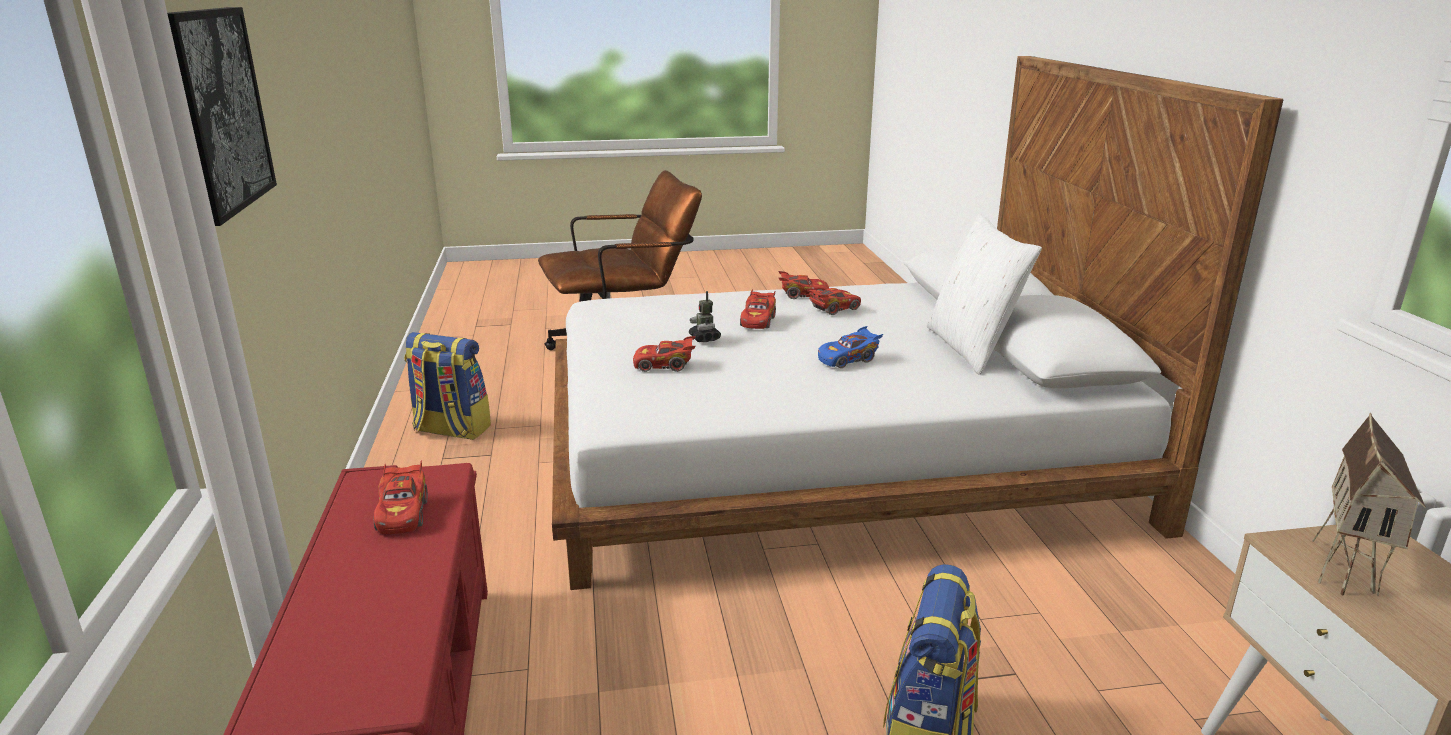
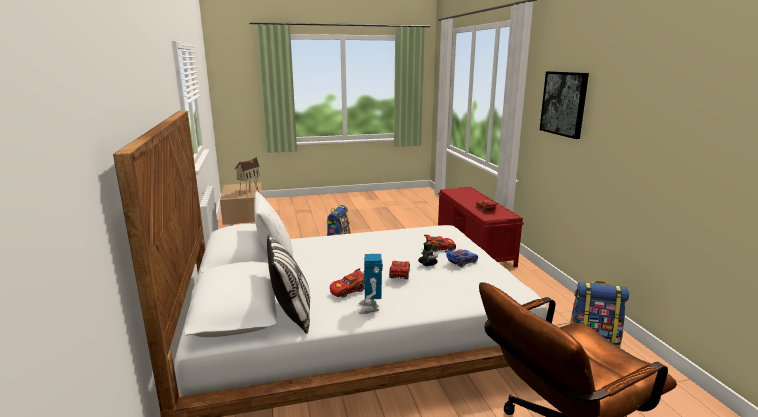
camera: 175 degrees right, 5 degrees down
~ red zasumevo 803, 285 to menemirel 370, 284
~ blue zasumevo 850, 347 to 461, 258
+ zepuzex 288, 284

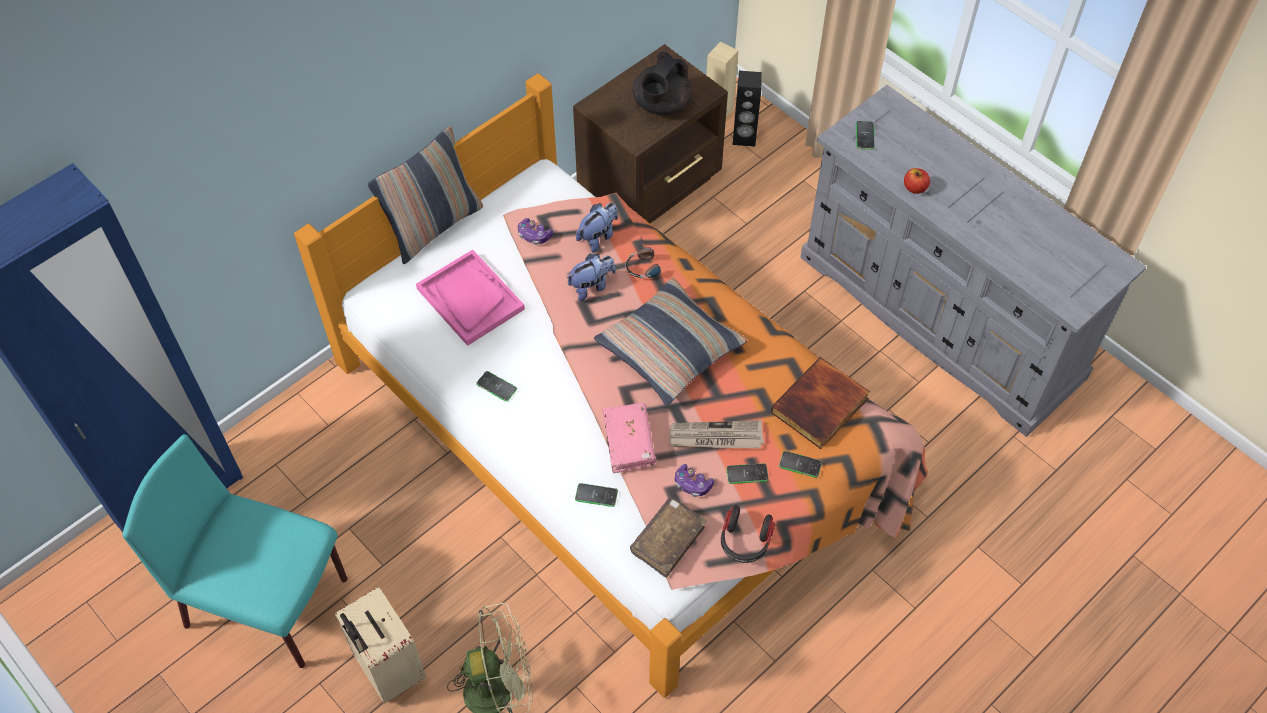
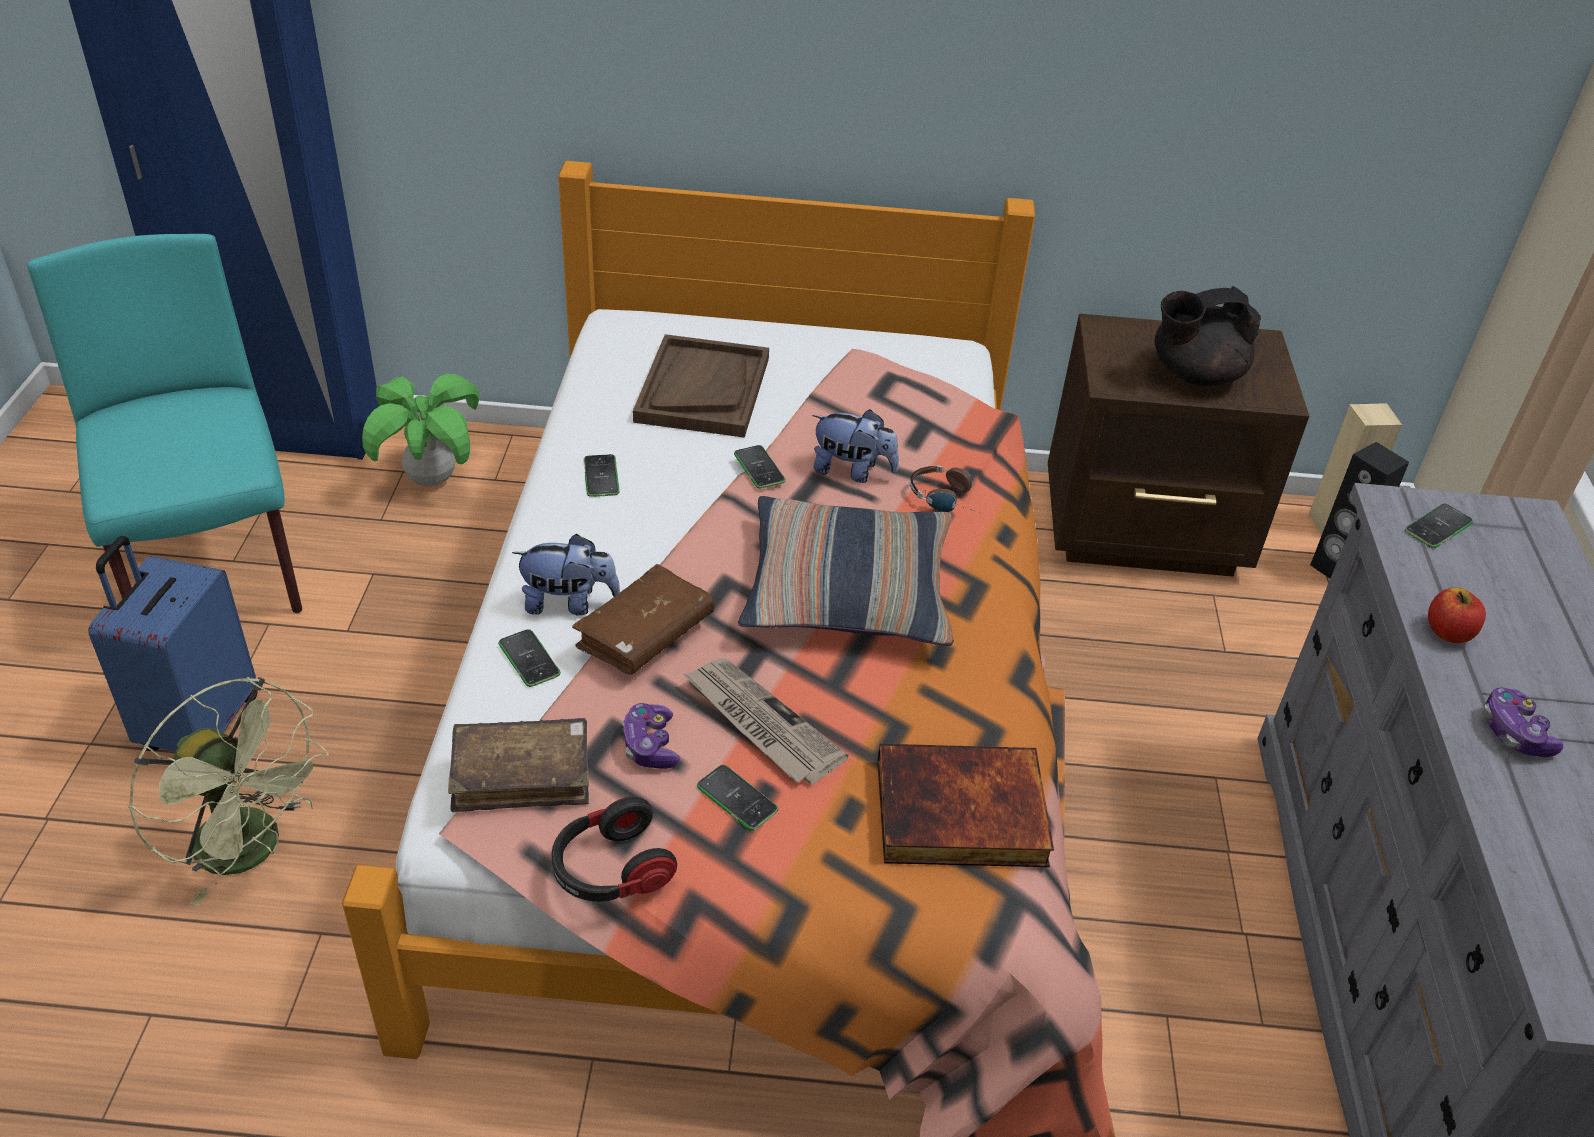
camera: 45 degrees right, 15 degrees down
~ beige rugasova 380, 645 to blue rugasova 173, 644
- zepuzex 425, 195
~ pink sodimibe 470, 298 to brown sodimibe 701, 386
~ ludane 535, 231 to 1522, 722
~ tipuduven 597, 228 to 566, 575
~ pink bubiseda 629, 438 to brown bubiseda 643, 619
~ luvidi 800, 464 to 760, 467
+ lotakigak 421, 430

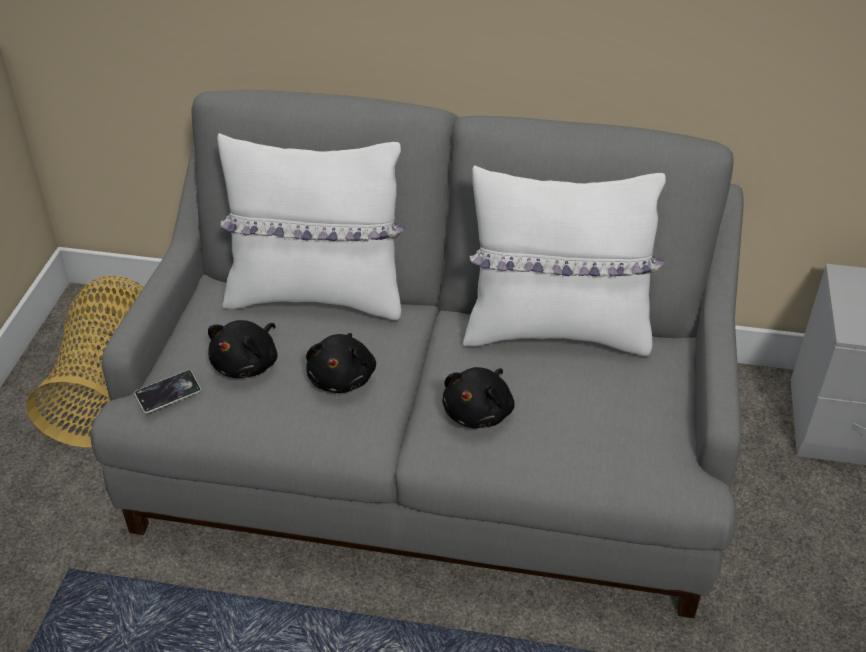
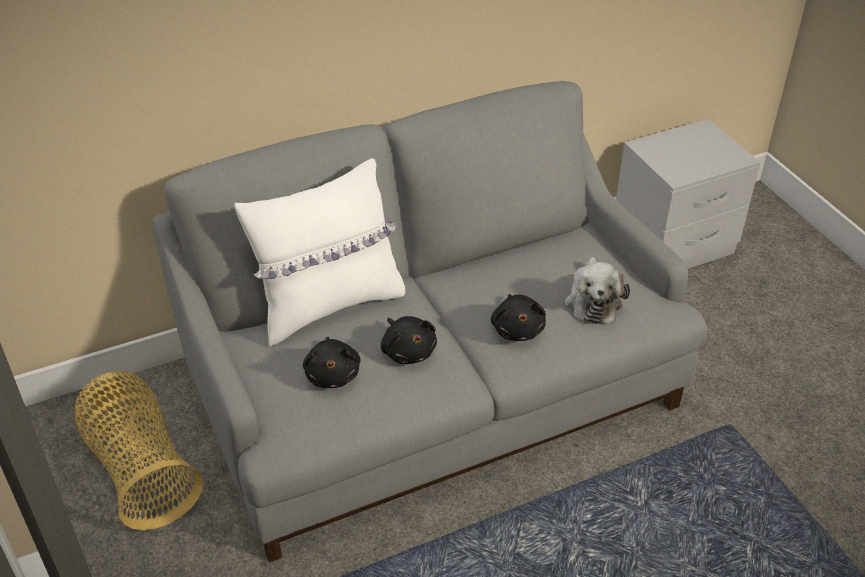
camera: 35 degrees left, 0 degrees up
- luvidi 168, 391
- white zepuzex 564, 260
+ tipuduven 597, 290

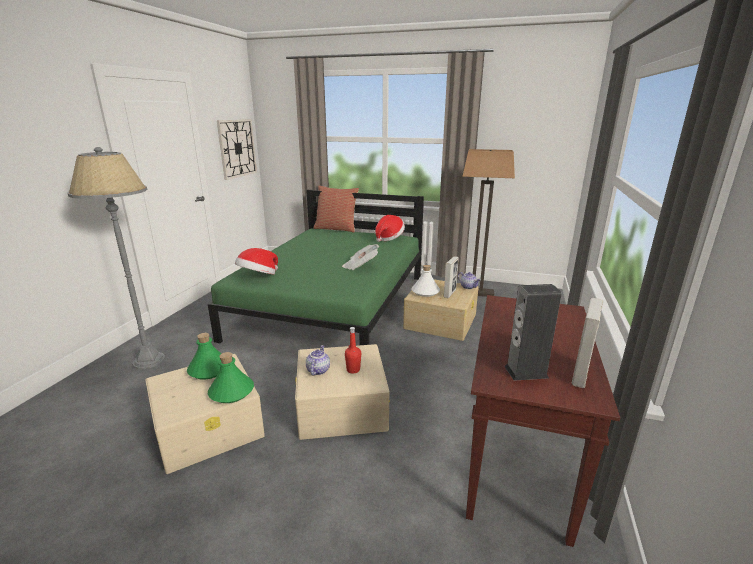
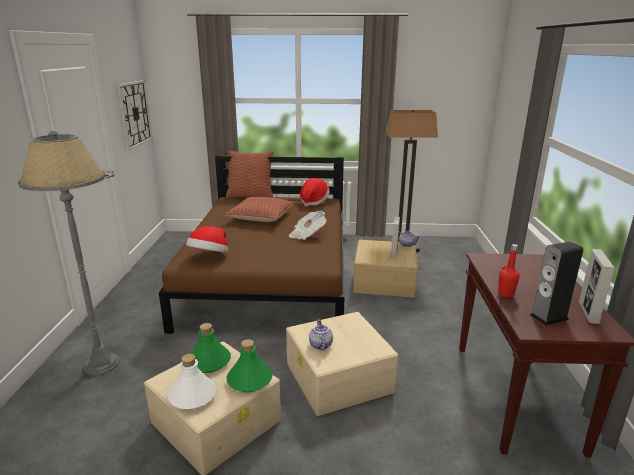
camera: 15 degrees left, 0 degrees up
~ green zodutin 316, 267 to brown zodutin 251, 245
~ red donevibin 353, 350 to 509, 271
~ white donevibin 425, 281 to 192, 382
+ zepuzex 259, 209

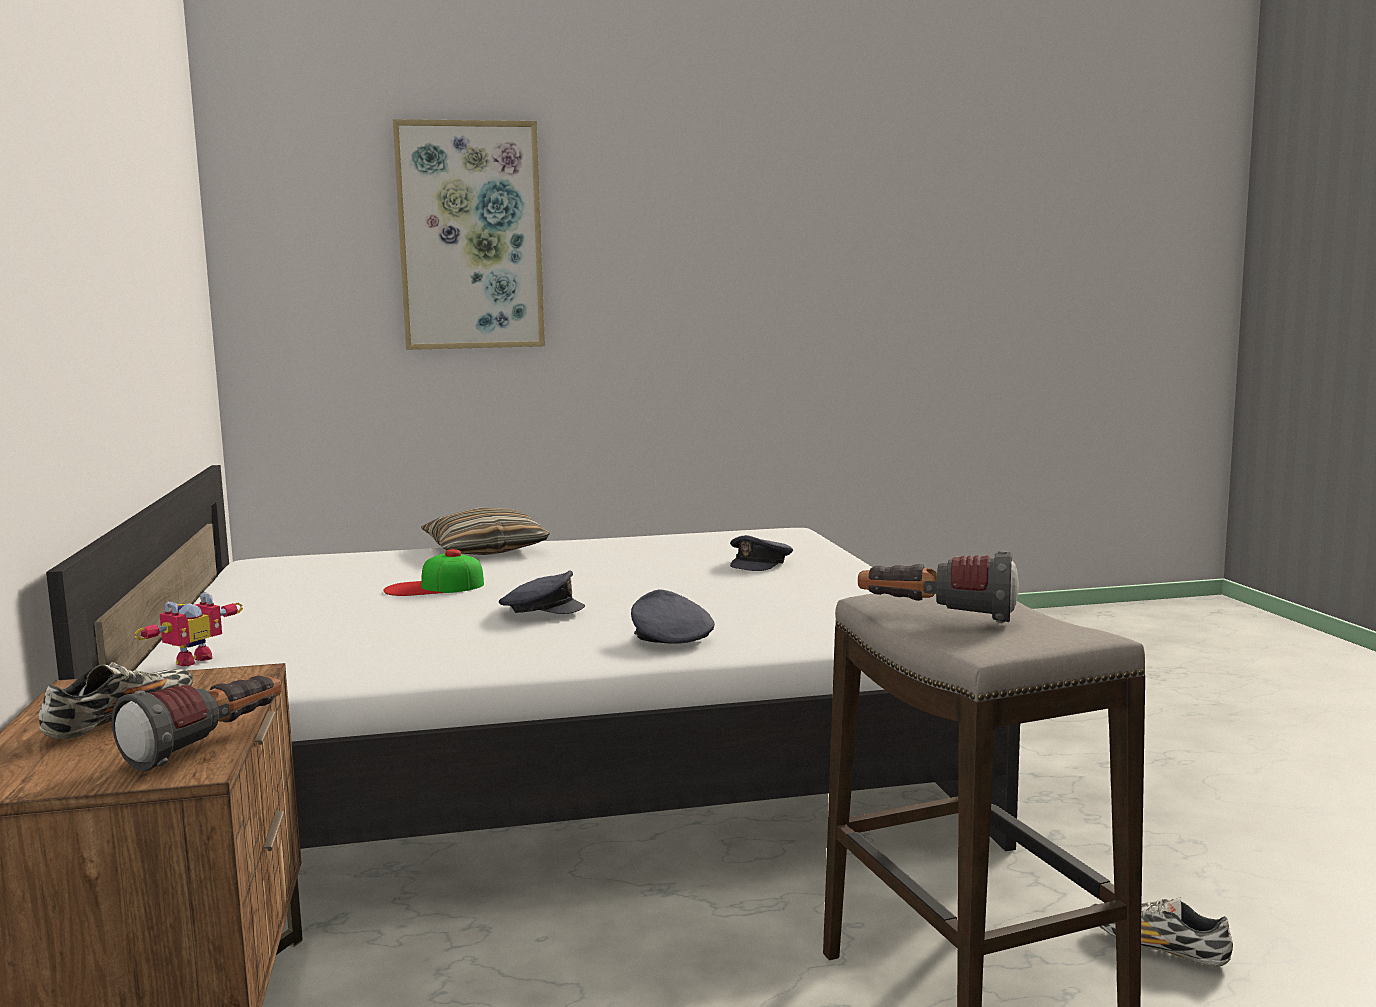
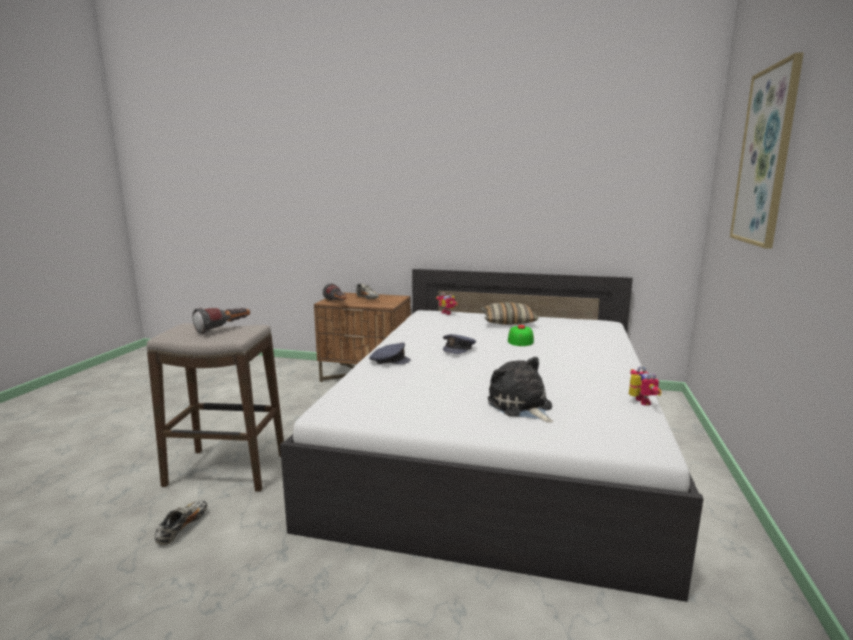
camera: 115 degrees right, 5 degrees up
~ zepuzex 485, 531 to 510, 313
~ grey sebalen 761, 553 to tipuduven 520, 390
~ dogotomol 1162, 932 = 181, 522 45 degrees counterclockwise
+ menemirel 645, 385

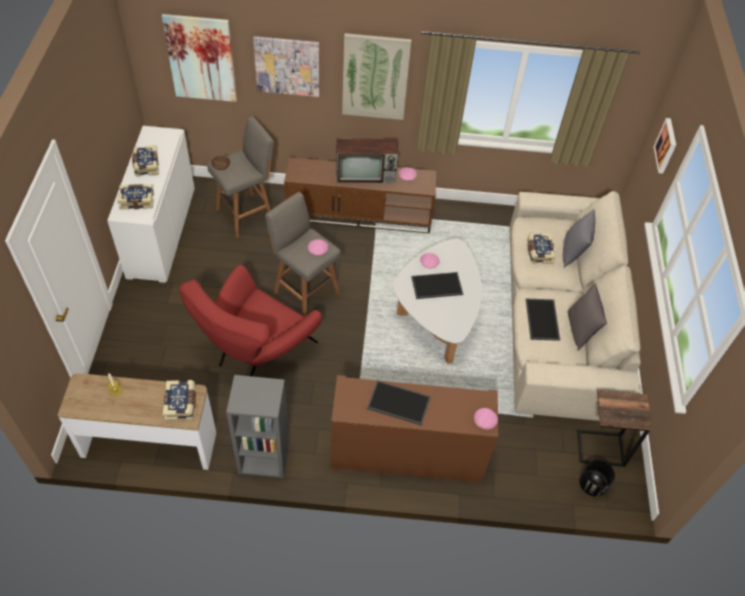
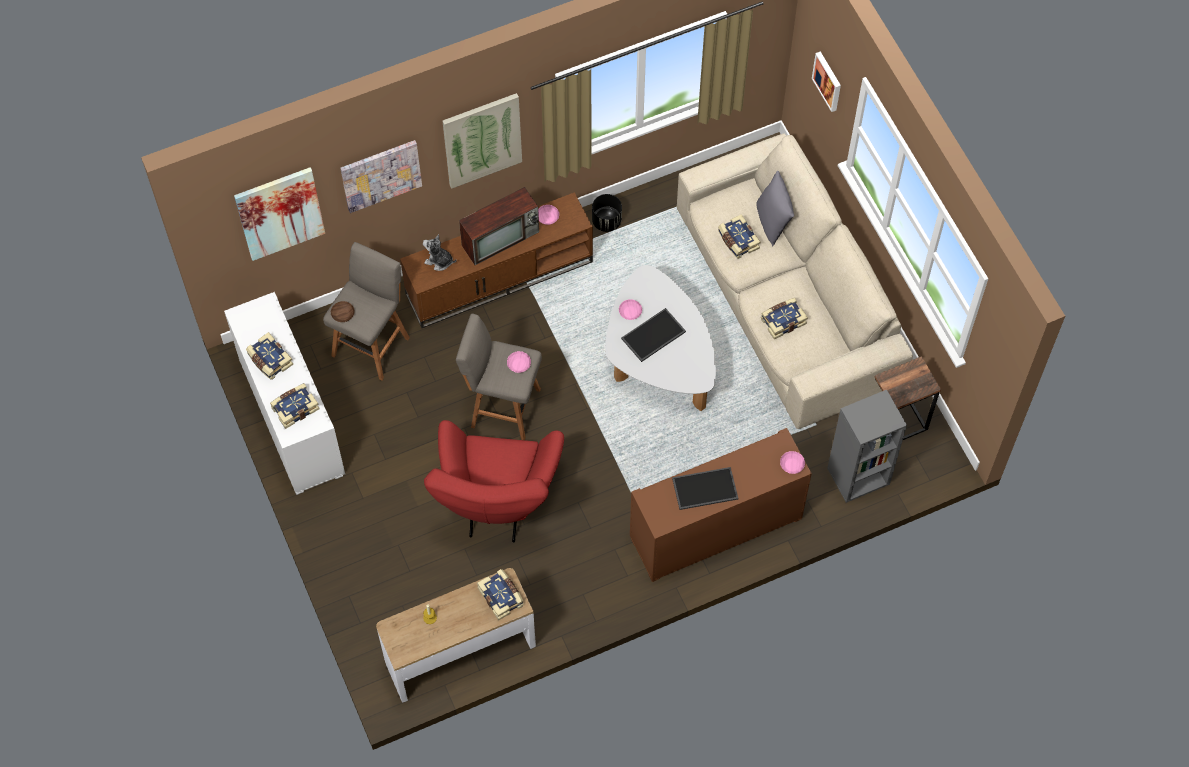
camera: 25 degrees left, 10 degrees up
~ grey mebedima 257, 426 to 867, 446
~ sodimibe 543, 320 to bubiseda 784, 318
- grey zepuzex 587, 317
~ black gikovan 597, 478 to 607, 213
+ tipuduven 440, 252

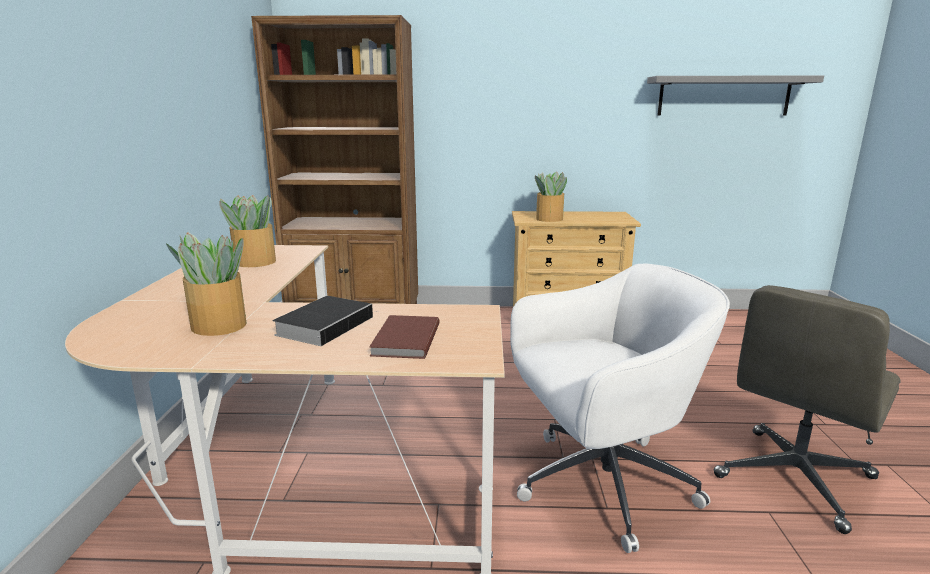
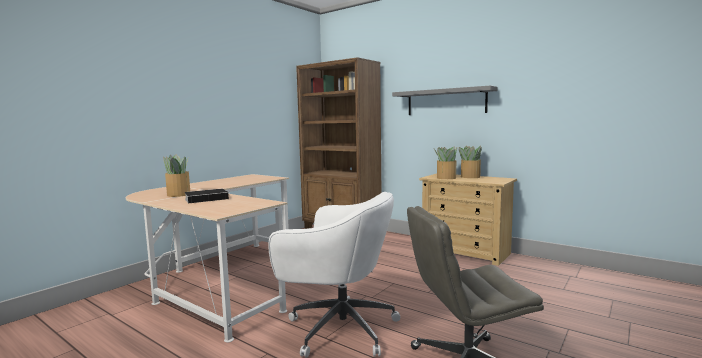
camera: 35 degrees right, 10 degrees down
~ lotakigak 247, 231 to 470, 162
- brown bubiseda 404, 337
~ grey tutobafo 735, 95 to 445, 100

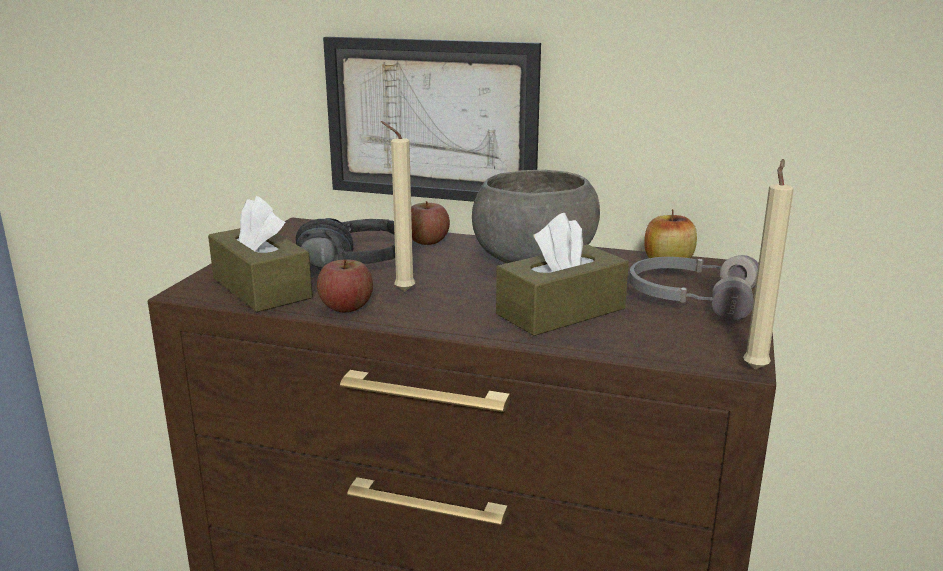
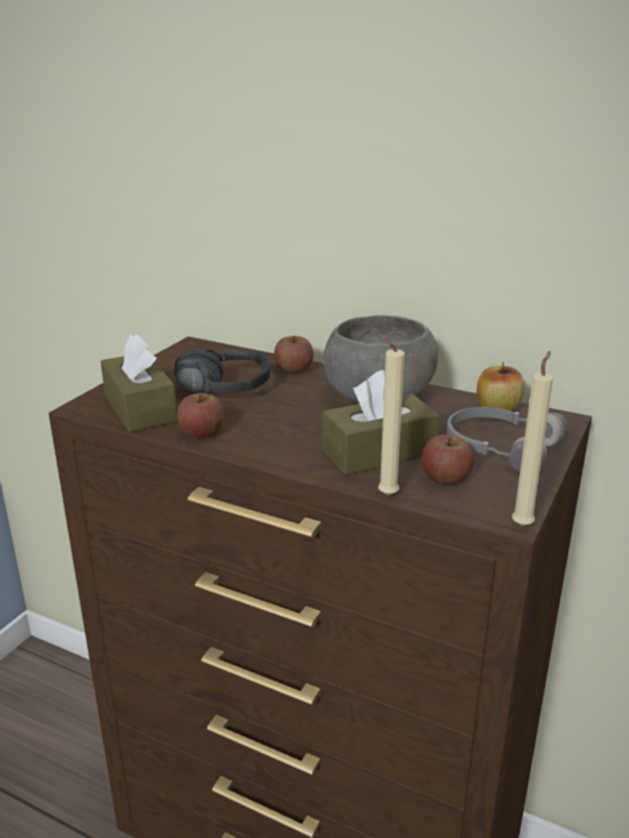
camera: 10 degrees right, 5 degrees up
- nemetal 432, 119
~ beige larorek 398, 206 to 391, 414
+ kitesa 448, 459

